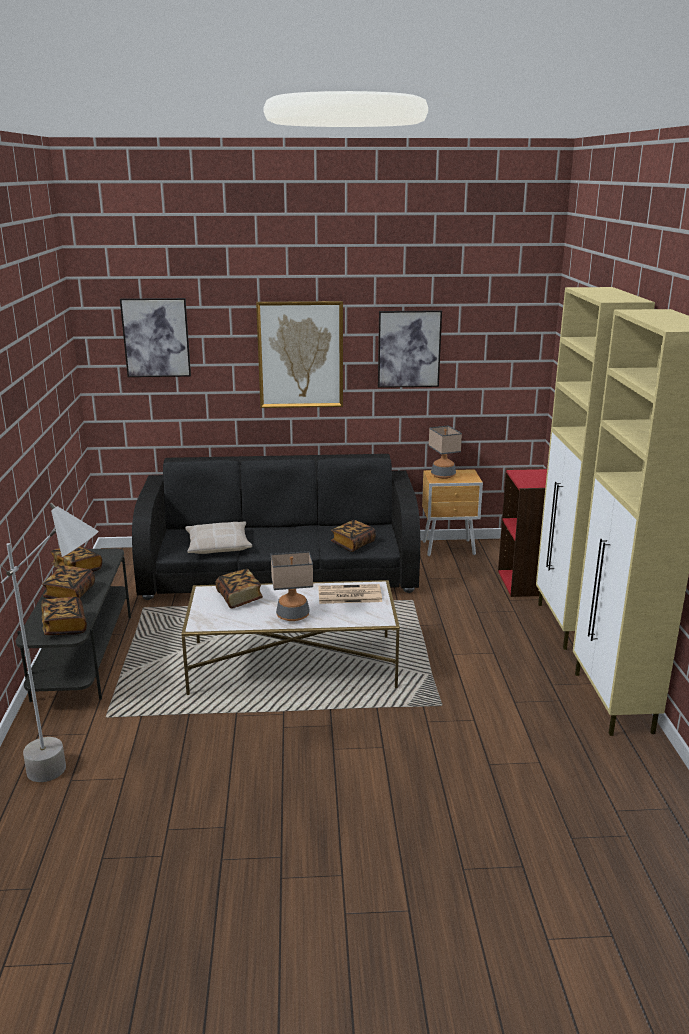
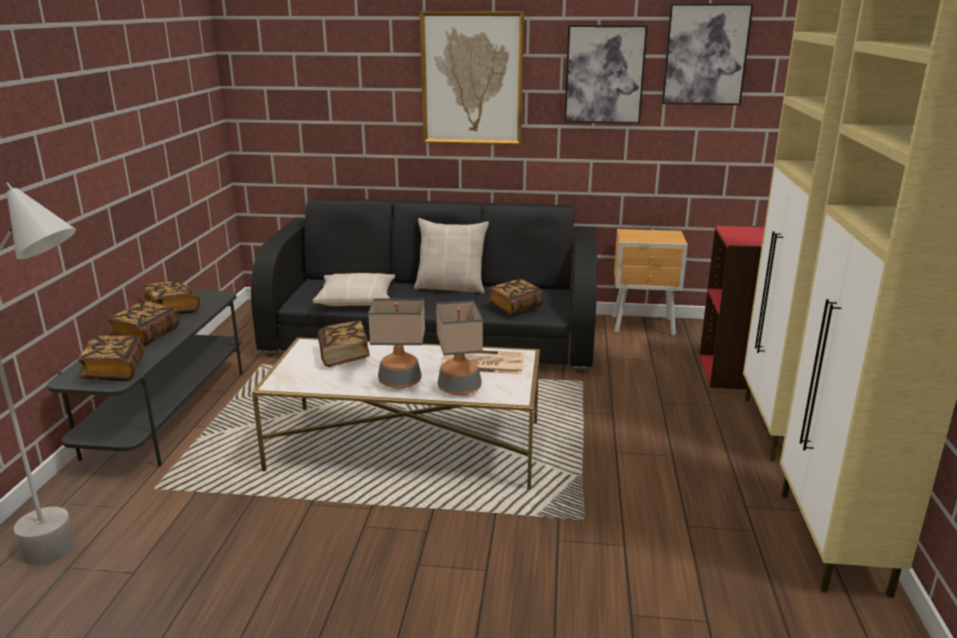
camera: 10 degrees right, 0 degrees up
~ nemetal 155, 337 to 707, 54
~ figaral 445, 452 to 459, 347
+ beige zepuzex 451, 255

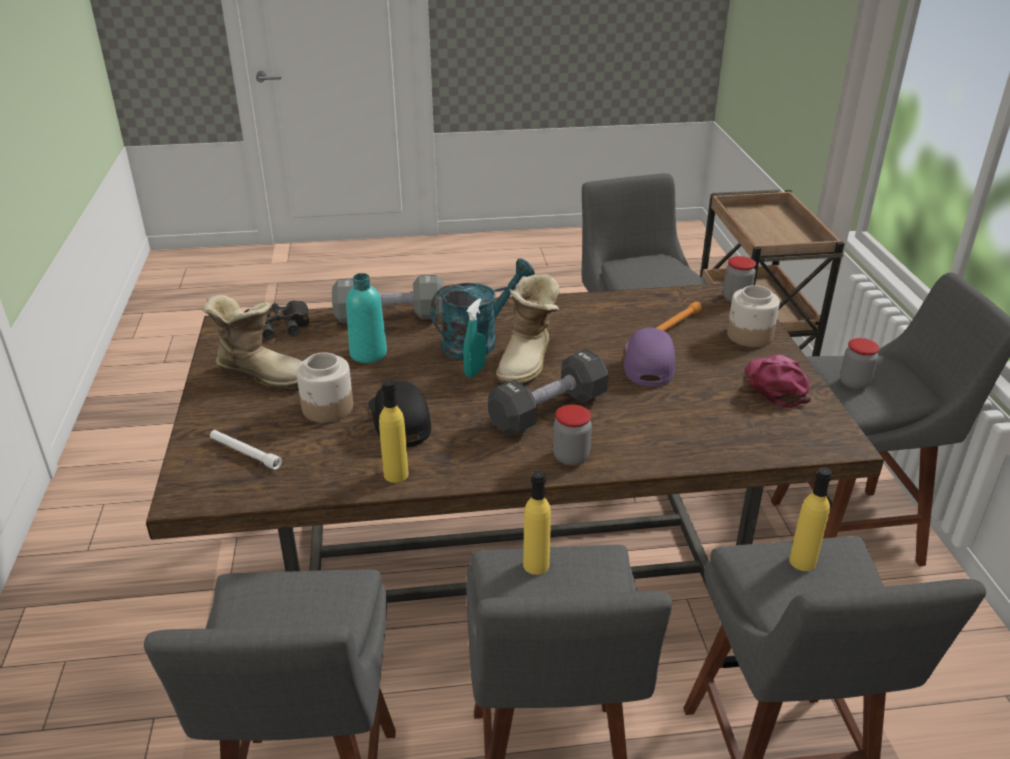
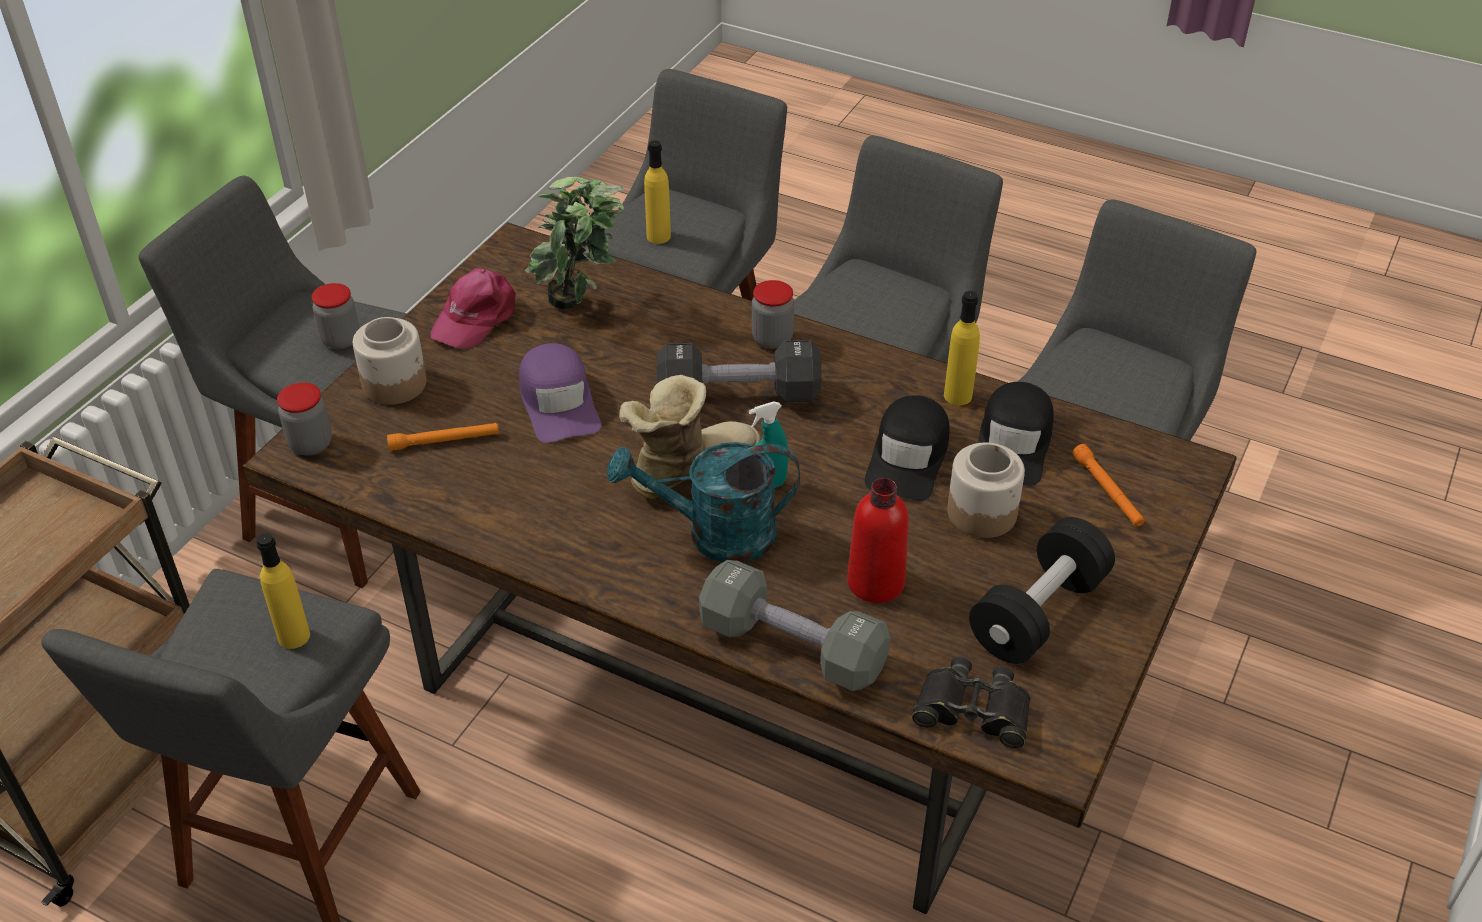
camera: 145 degrees left, 10 degrees up
~ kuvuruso 252, 342 to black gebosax 1042, 590
~ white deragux 246, 450 to orange deragux 1109, 485
~ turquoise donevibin 366, 318 to red donevibin 878, 540
~ yellow donevibin 537, 522 to 283, 591
~ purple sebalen 649, 357 = 560, 393 60 degrees counterclockwise
+ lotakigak 574, 243
+ black sebalen 1016, 434

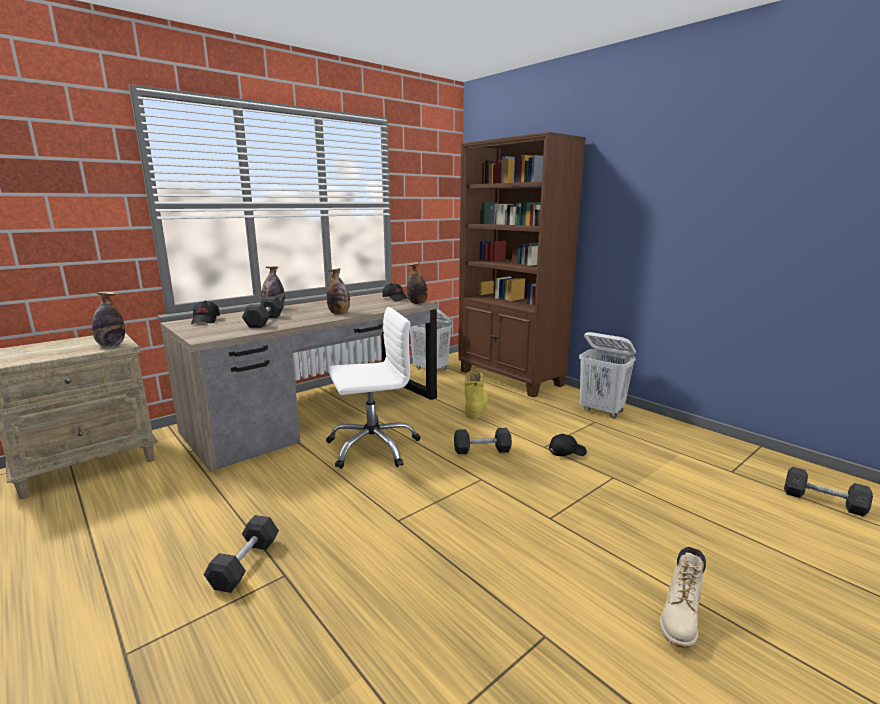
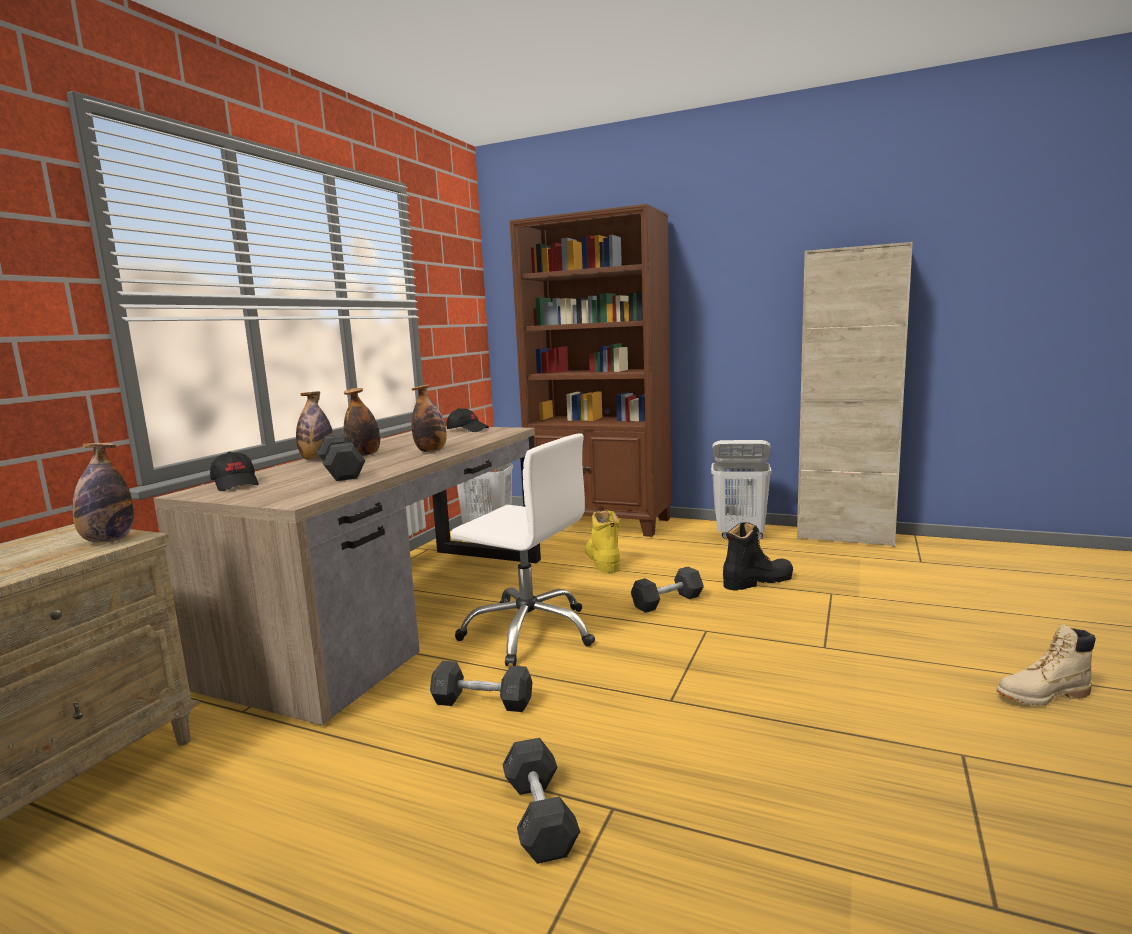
camera: 25 degrees left, 5 degrees down
~ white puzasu 373, 388 = 523, 549 75 degrees clockwise
~ donevibin 417, 283 to 362, 422
~ black sebalen 568, 445 to black kuvuruso 758, 556
~ beige kuvuruso 683, 597 = 1046, 665 75 degrees clockwise
~ grey gebosax 828, 491 to 481, 686
+ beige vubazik 855, 394

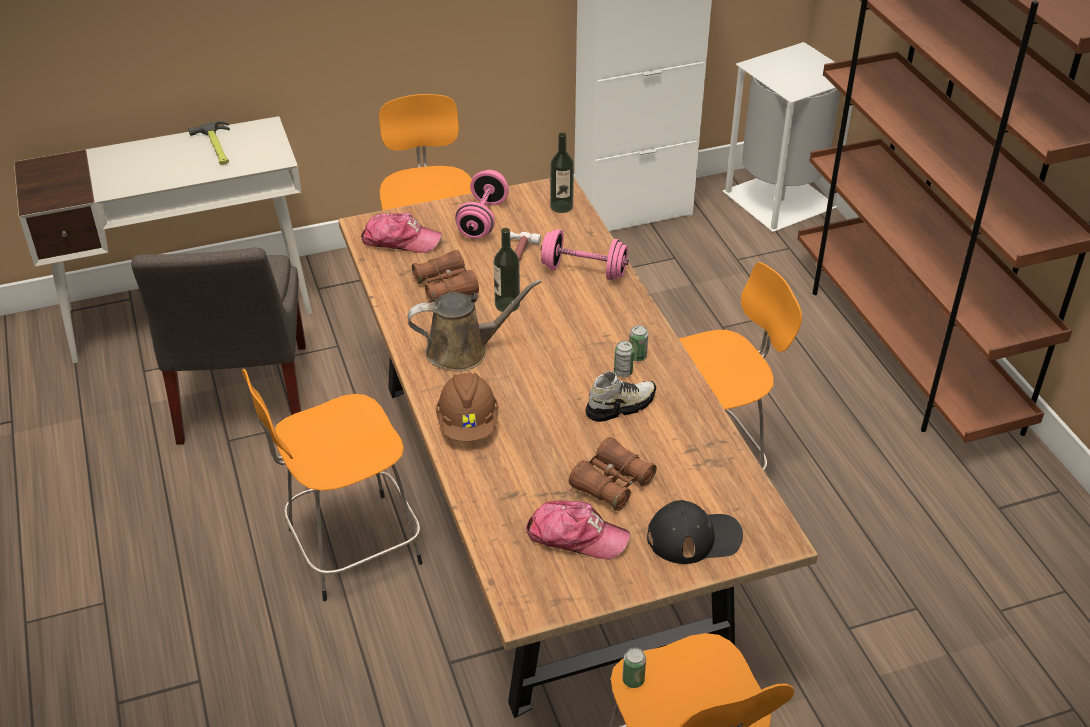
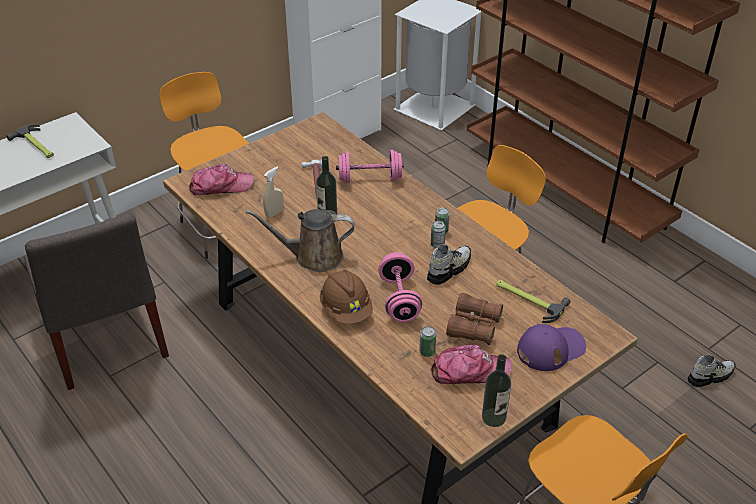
camera: 20 degrees left, 0 degrees up
- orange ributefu 332, 485
~ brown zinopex 474, 325 = 300, 240 150 degrees counterclockwise
~ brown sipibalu 445, 276 to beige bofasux 273, 192
~ pink gebosax 482, 204 to 400, 287
~ donevibin 562, 172 to 496, 390
~ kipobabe 634, 668 to 427, 341
~ black sebalen 695, 532 to purple sebalen 551, 347
+ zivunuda 534, 301
+ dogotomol 712, 370

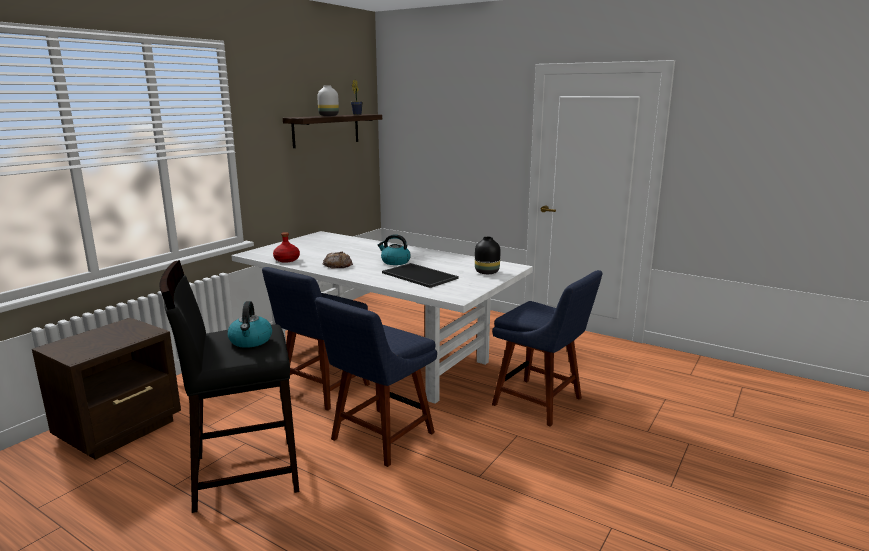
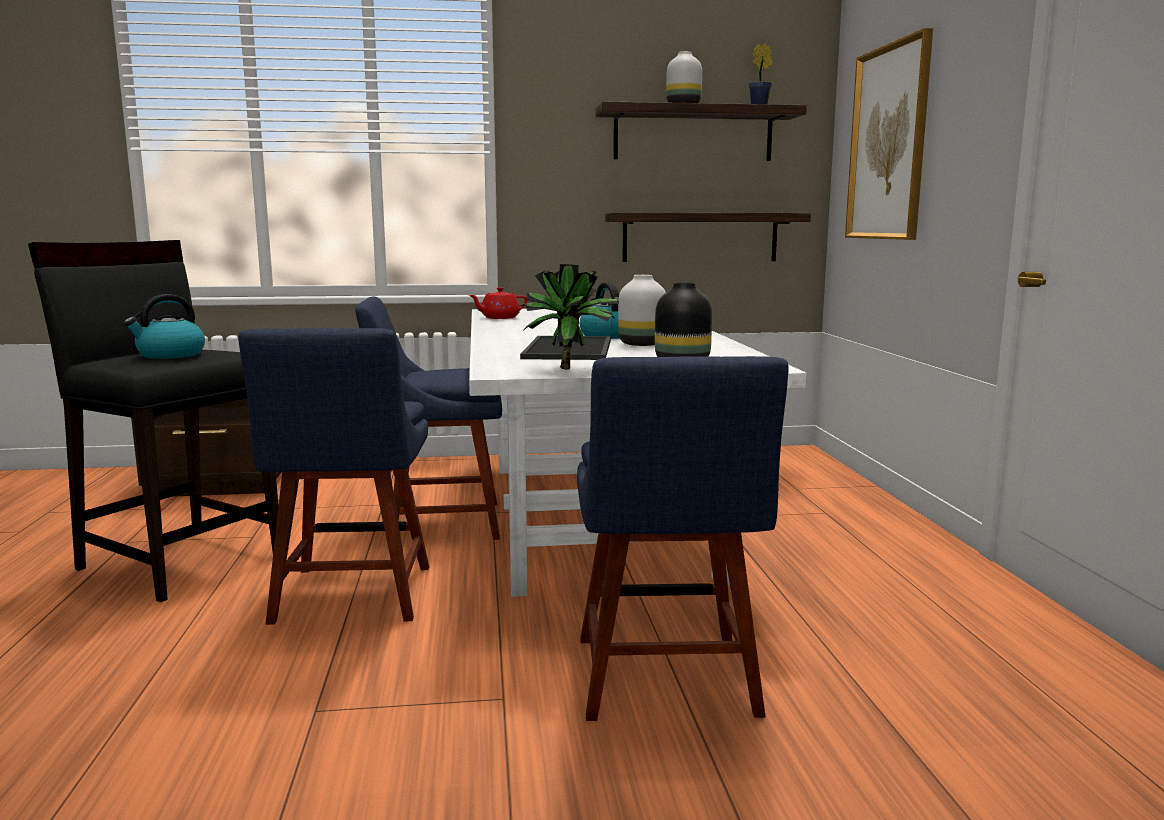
camera: 50 degrees right, 5 degrees down
~ red donevibin 286, 247 to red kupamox 498, 303
~ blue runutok 376, 382 = 333, 476 90 degrees counterclockwise
- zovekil 338, 259
+ lotakigak 569, 317
+ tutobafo 708, 237
+ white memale 642, 310
+ nemetal 889, 134

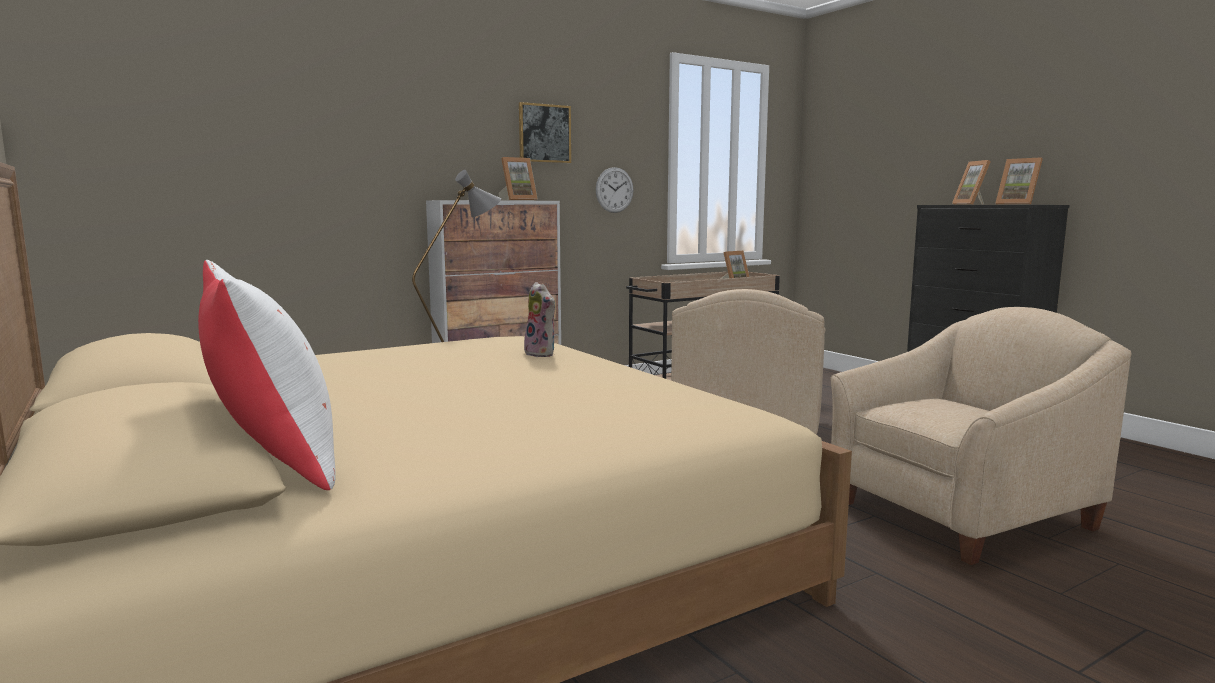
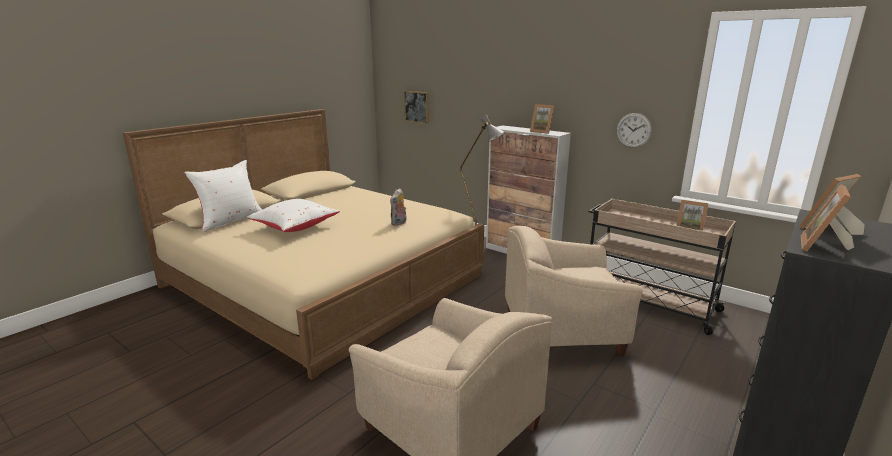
camera: 70 degrees right, 10 degrees up
~ nemetal 545, 132 to 416, 107
+ white zepuzex 293, 215

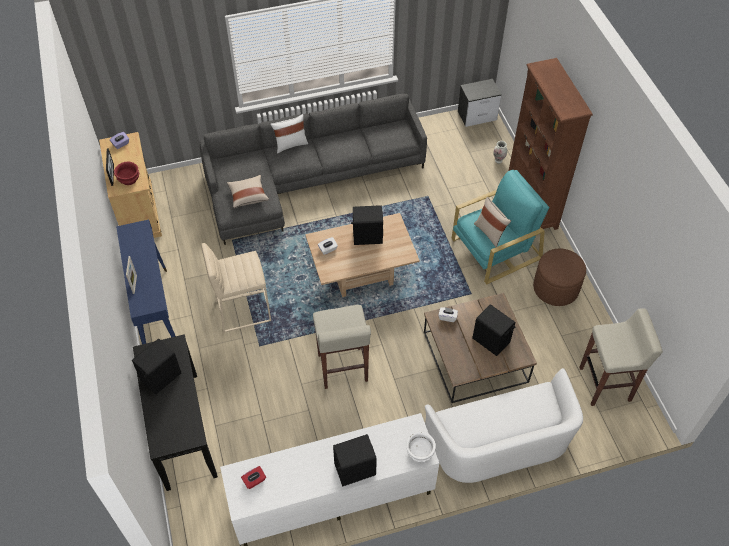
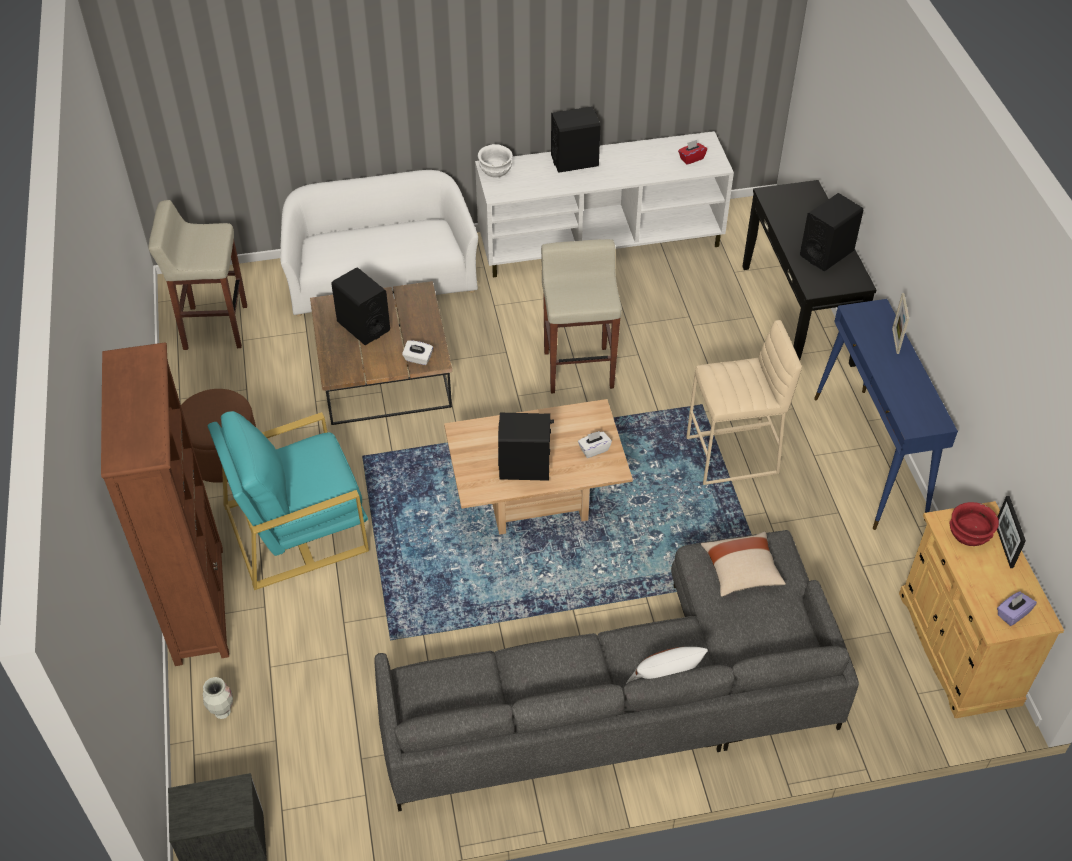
camera: 175 degrees left, 5 degrees down
- beige zepuzex 492, 222

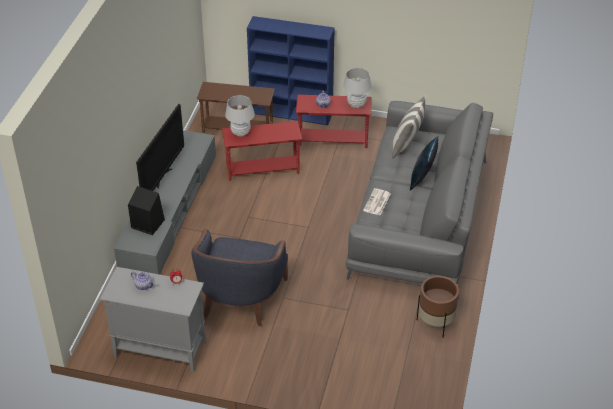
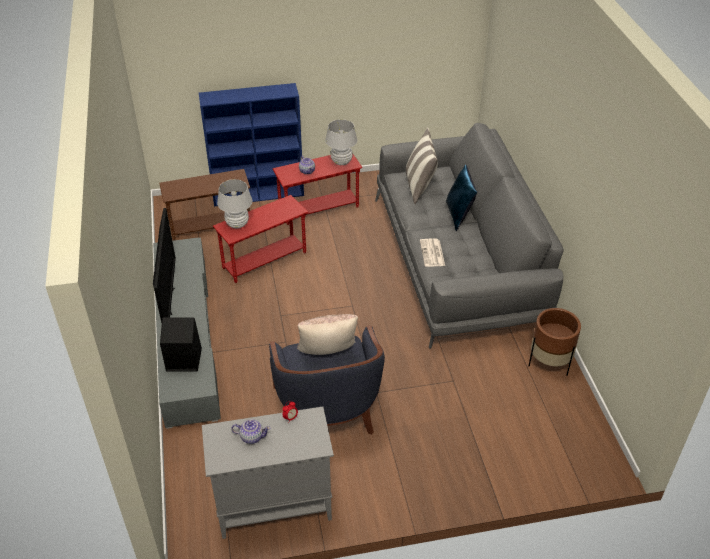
camera: 25 degrees left, 0 degrees up
+ beige zepuzex 327, 334

